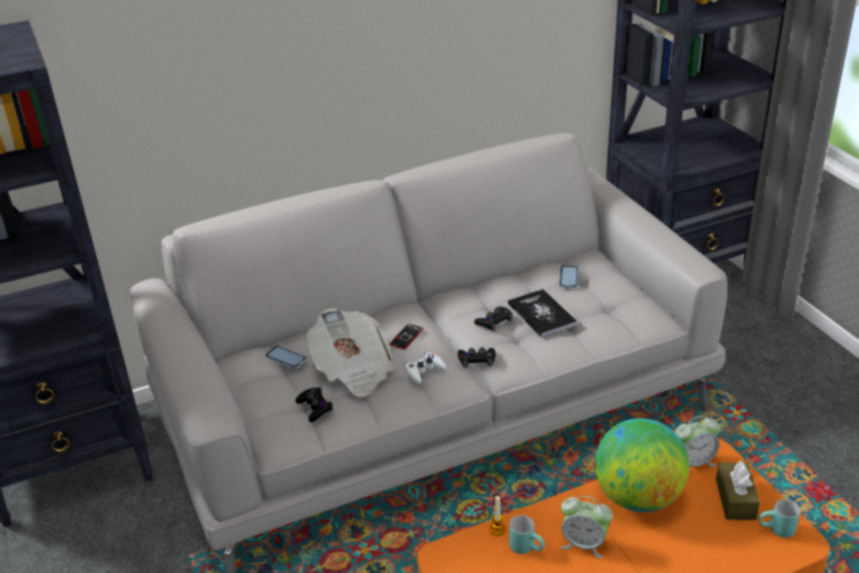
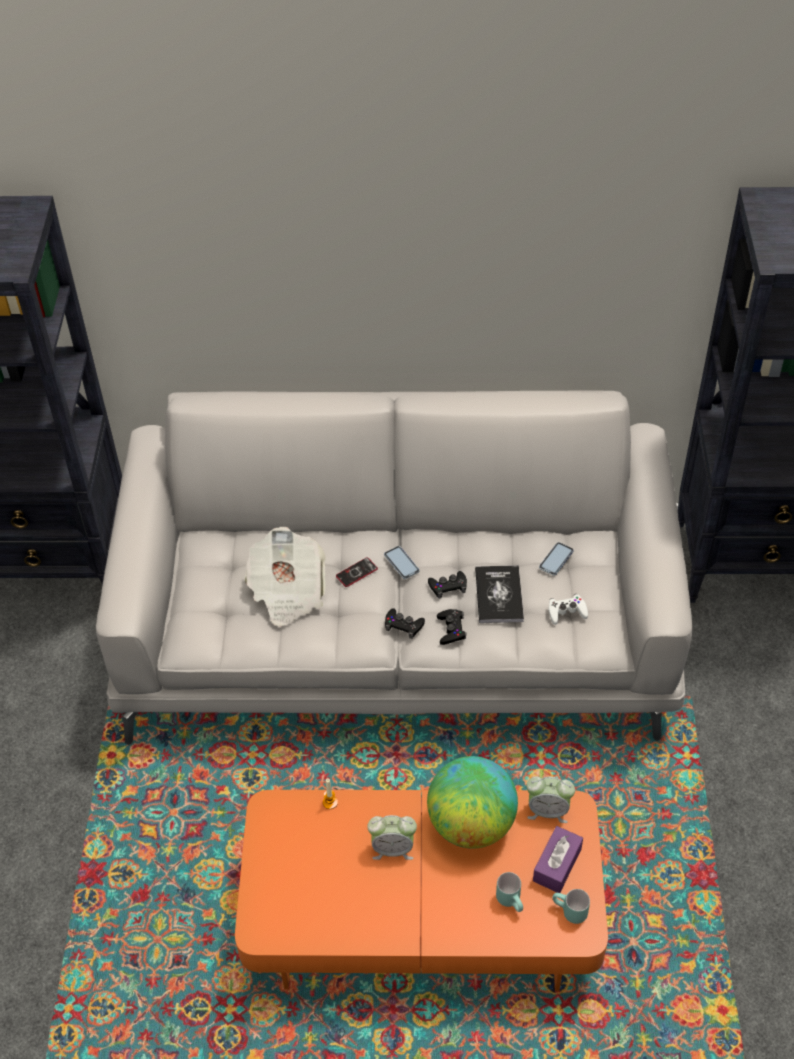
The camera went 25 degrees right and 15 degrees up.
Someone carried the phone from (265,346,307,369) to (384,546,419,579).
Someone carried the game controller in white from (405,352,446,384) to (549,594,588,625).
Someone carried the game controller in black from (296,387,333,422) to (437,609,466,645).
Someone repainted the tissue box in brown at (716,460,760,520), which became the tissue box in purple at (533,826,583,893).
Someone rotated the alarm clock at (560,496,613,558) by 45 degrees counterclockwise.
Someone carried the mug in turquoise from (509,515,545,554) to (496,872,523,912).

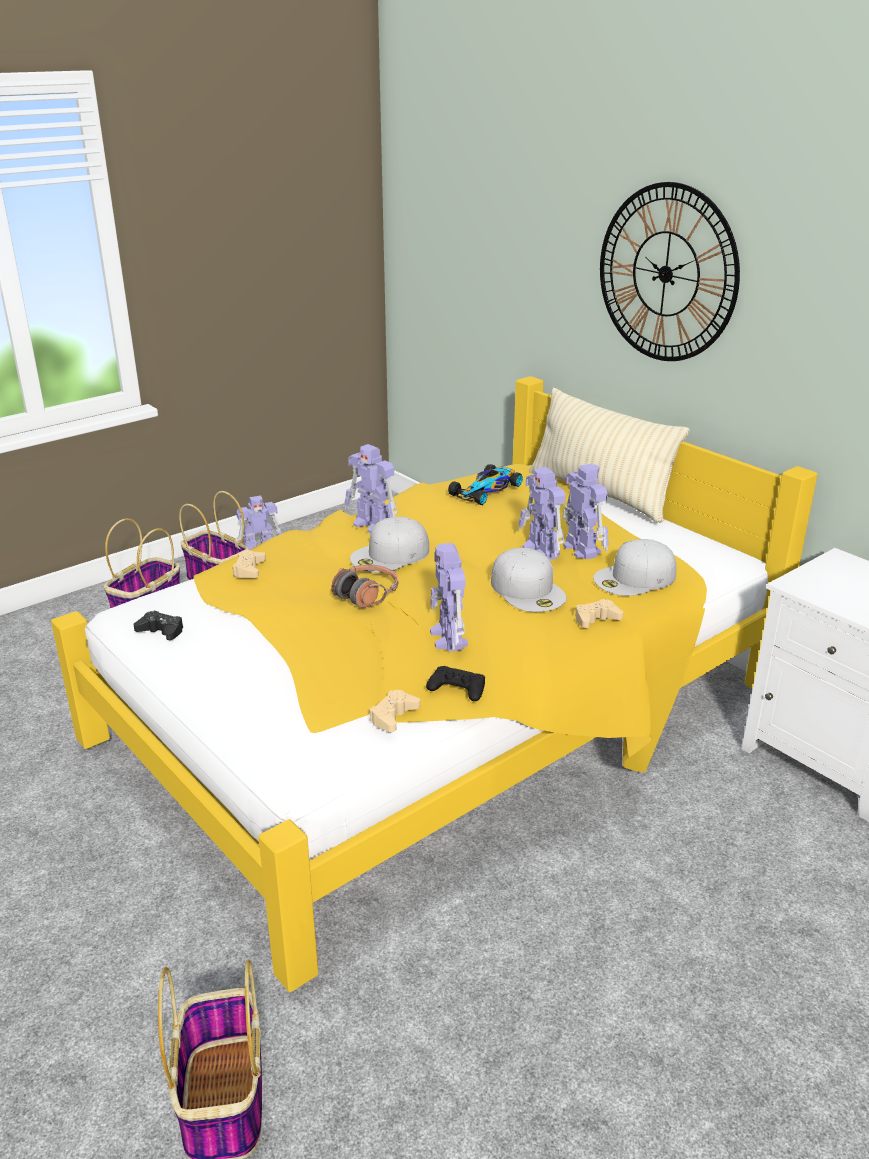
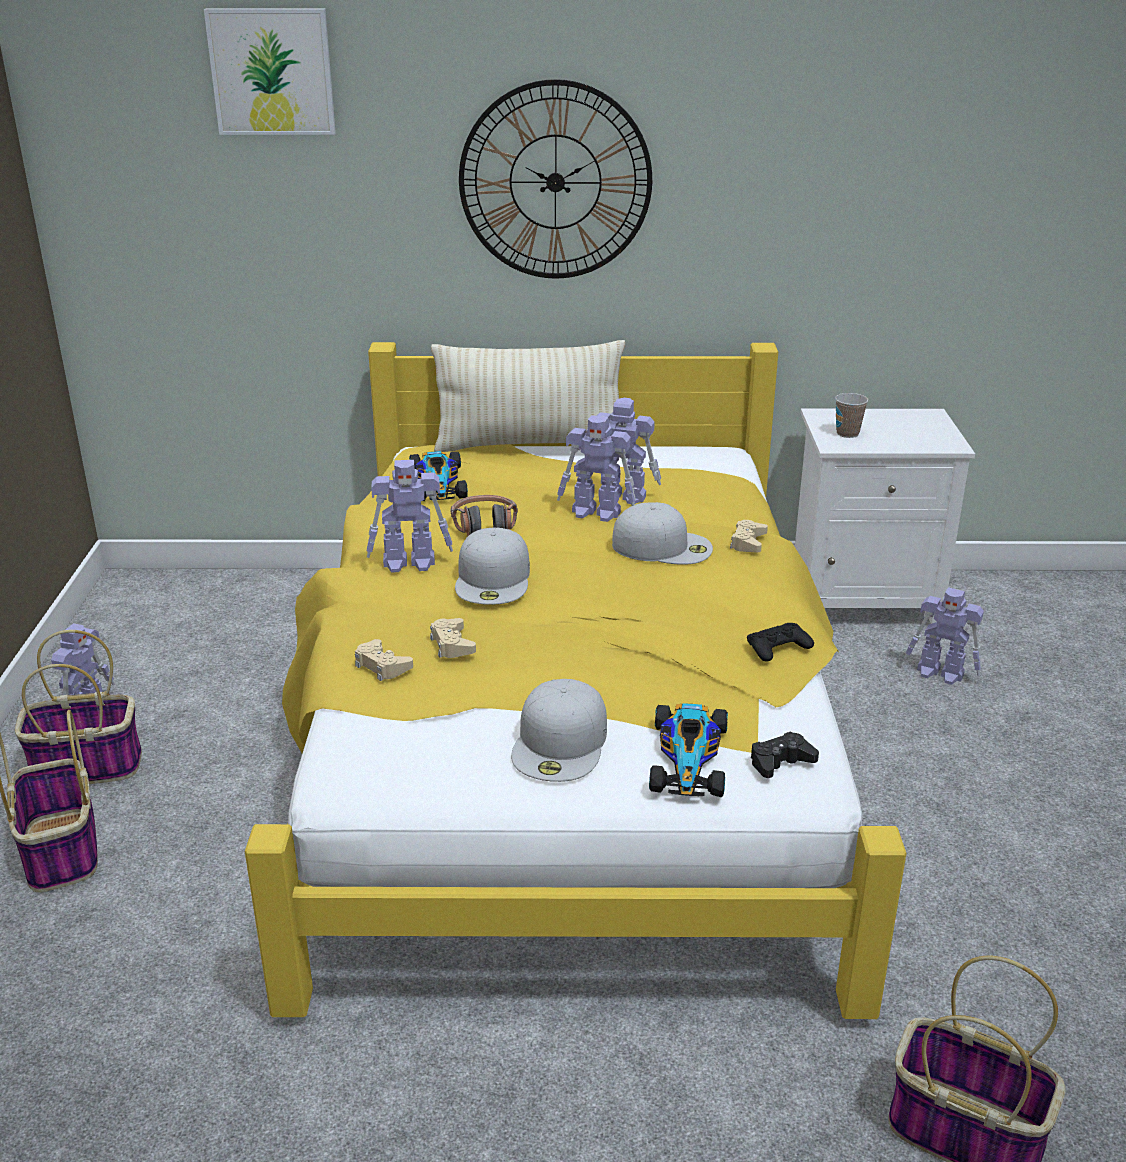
The camera went 50 degrees left and 0 degrees up.
Someone carried the cap in white from (593,539,677,596) to (511,679,607,782).
Someone carried the toy robot from (430,543,468,652) to (904,587,984,685).
Someone carried the headphones from (331,564,398,608) to (451,495,518,536).
Someone carried the game controller in black from (133,611,183,640) to (751,731,819,778).
Someone carried the game controller in beige from (369,690,420,732) to (430,618,476,658).
Someone put up the picture at (204,9,336,135).
Someone put down the cup at (835,393,868,438).
Someone put down the toy car at (649,703,728,797).

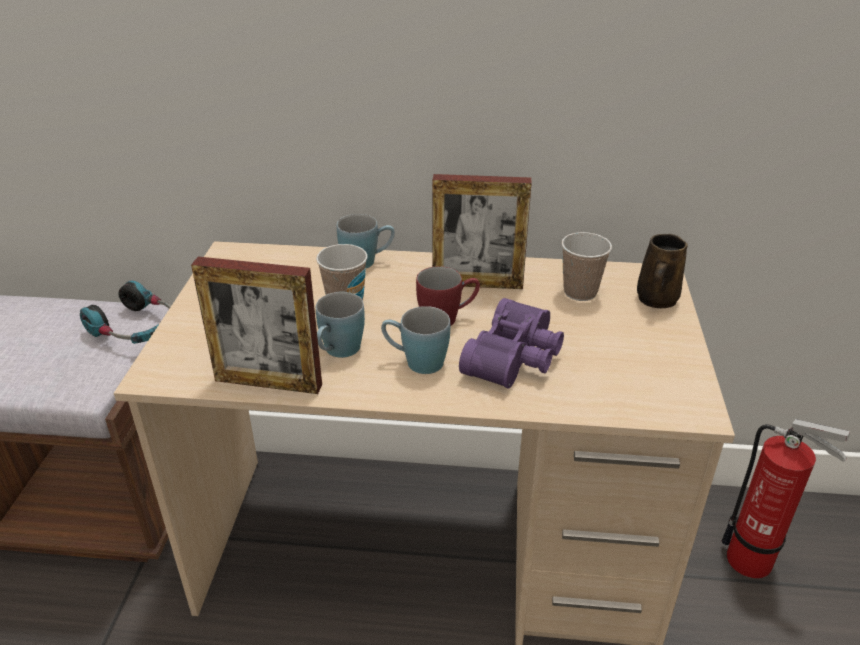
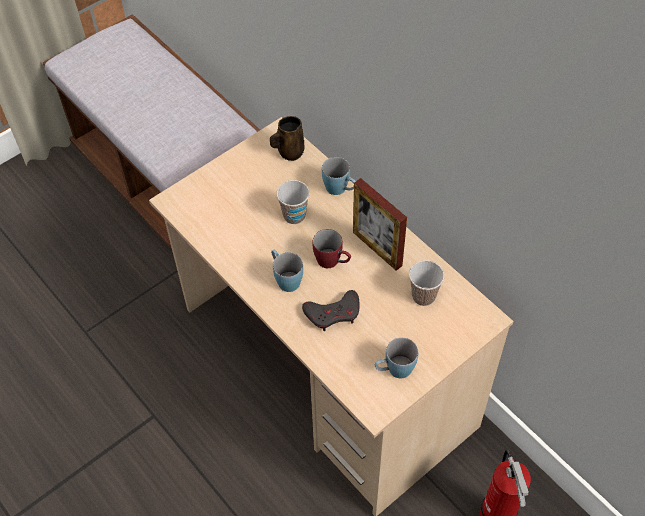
The camera went 45 degrees right and 20 degrees up.
Someone carried the mug in brown from (637,234,688,308) to (270,116,305,161).
Someone took away the picture frame at (191,257,322,394).
Someone took away the headphones at (80,280,171,344).
Someone carried the mug in blue from (316,292,365,358) to (375,337,418,378).
Someone swapped the binoculars in purple at (459,298,564,389) for the game controller in grey at (302,290,360,331).

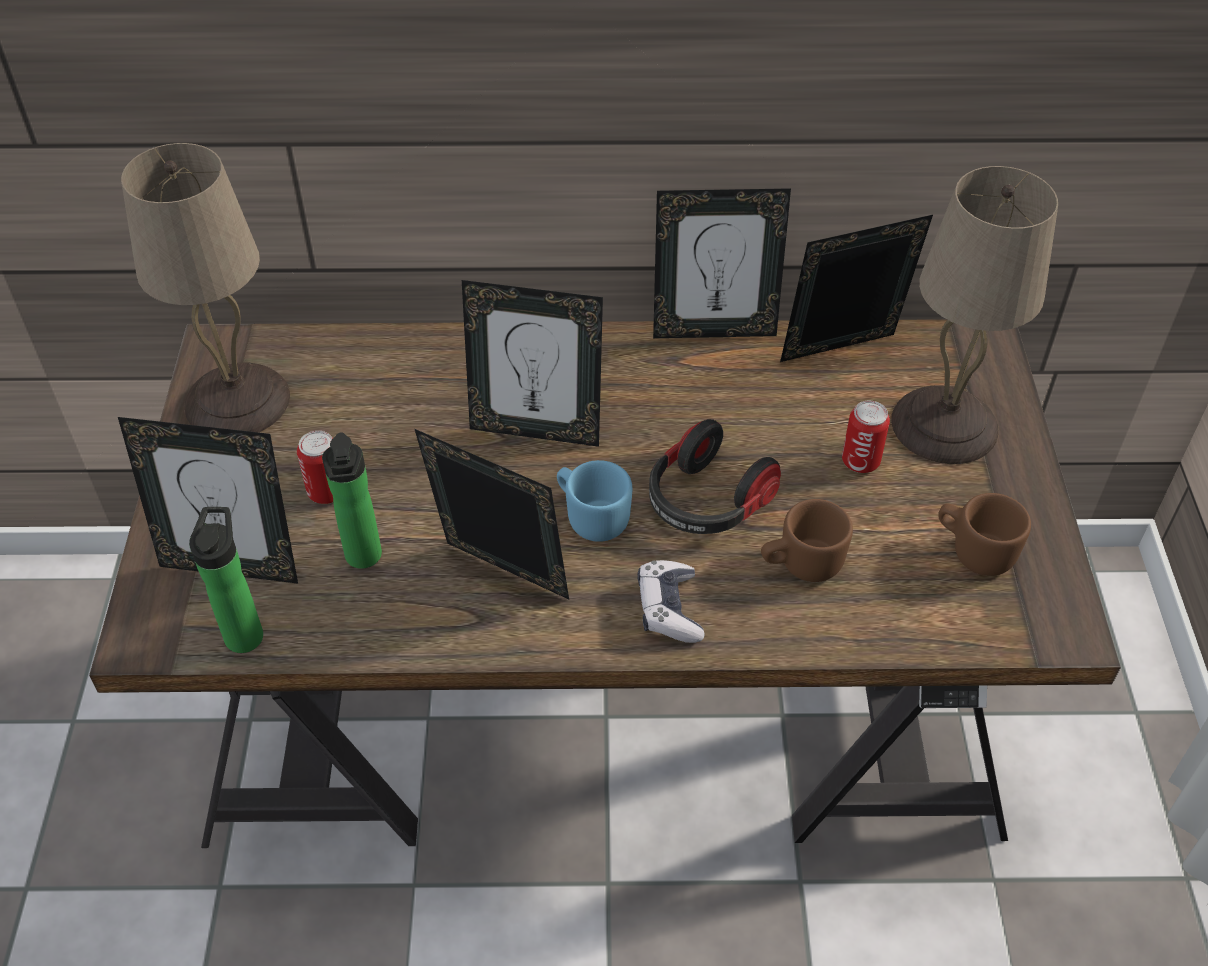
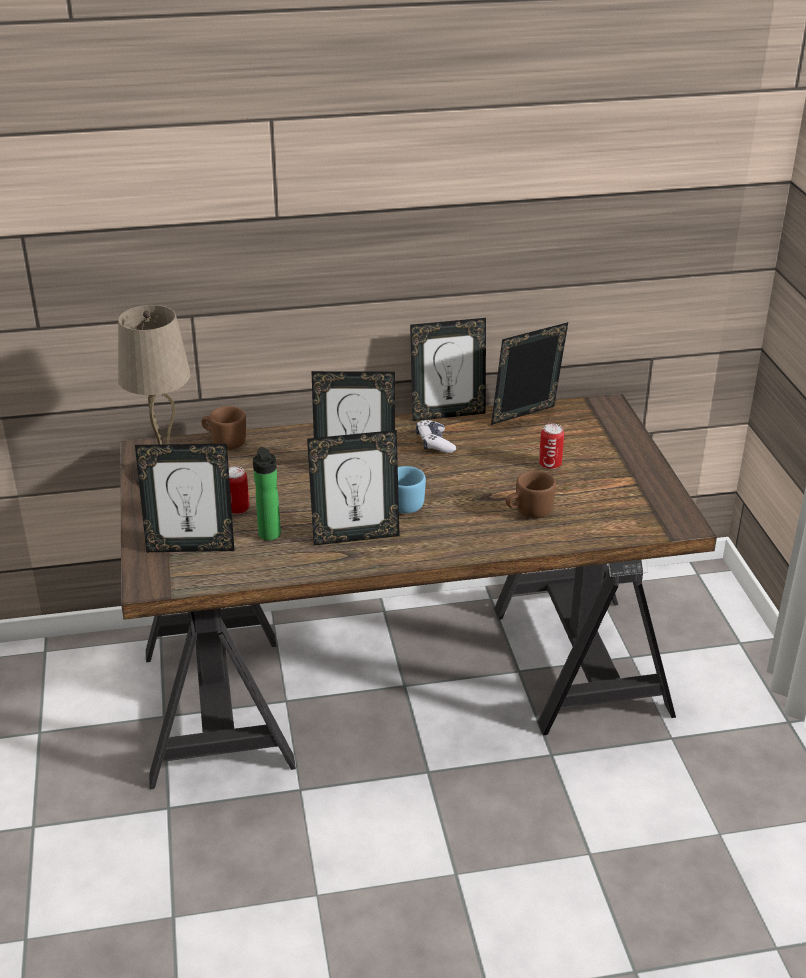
The camera went 10 degrees left and 15 degrees down.
Someone took away the table lamp in beige at (891,166,1058,464).
Someone took away the headphones at (649,419,781,534).
Someone rotated the picture frame at (415,429,569,599) by 150 degrees clockwise.
Someone carried the mug in brown from (938,493,1031,576) to (201,406,246,450).
Someone took away the bottle at (189,507,263,653).
Someone carried the game controller from (637,560,705,643) to (416,420,456,453).

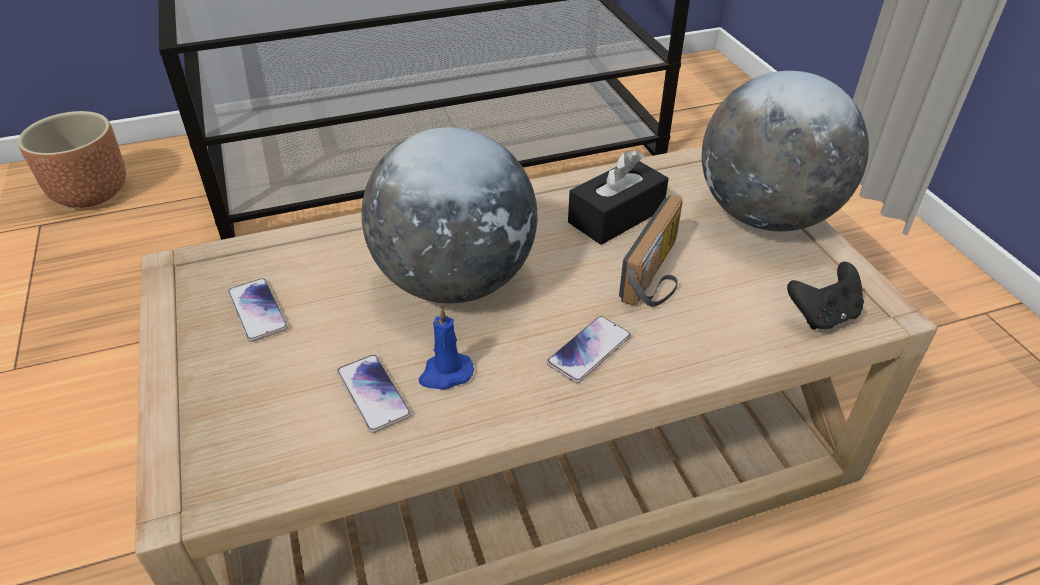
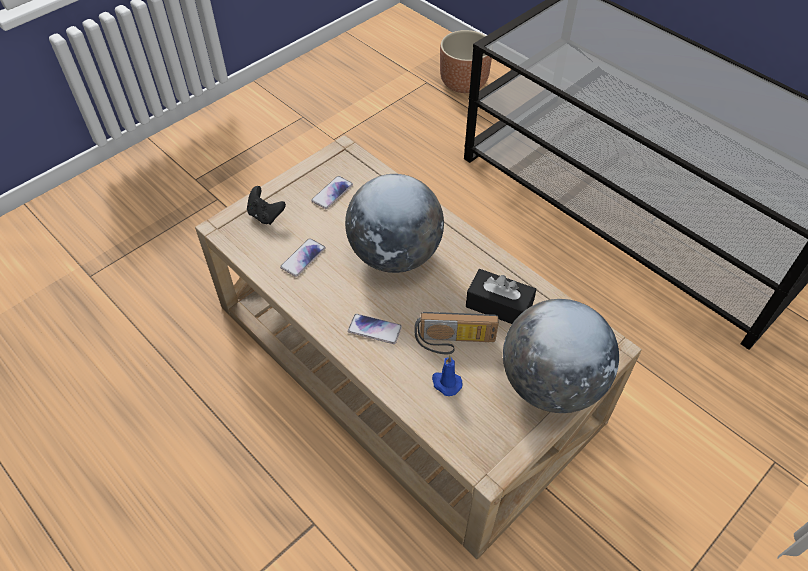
The camera went 65 degrees right and 10 degrees up.
Someone carried the game controller in black from (787,262,864,330) to (247,186,286,225).
Someone carried the candle in blue from (419,307,474,389) to (432,356,462,396).

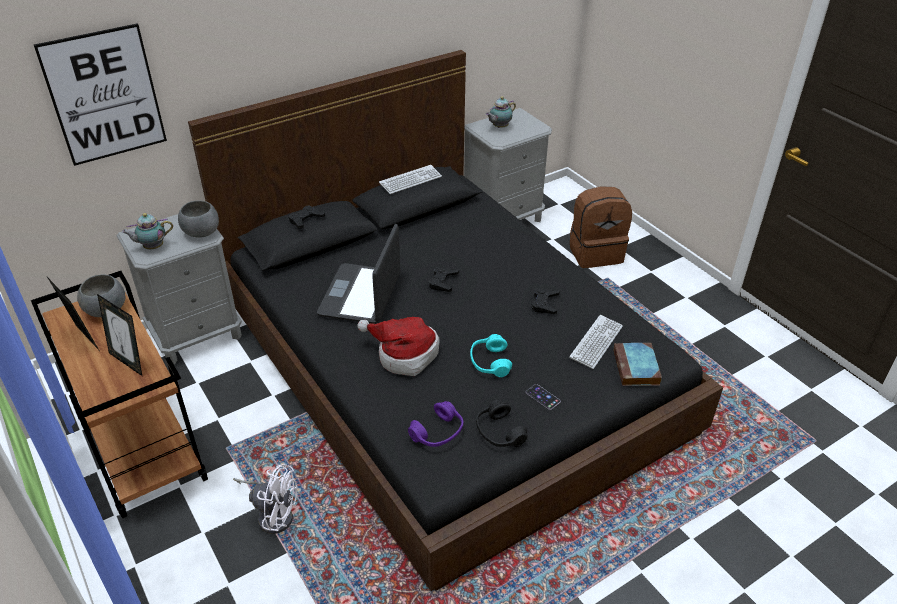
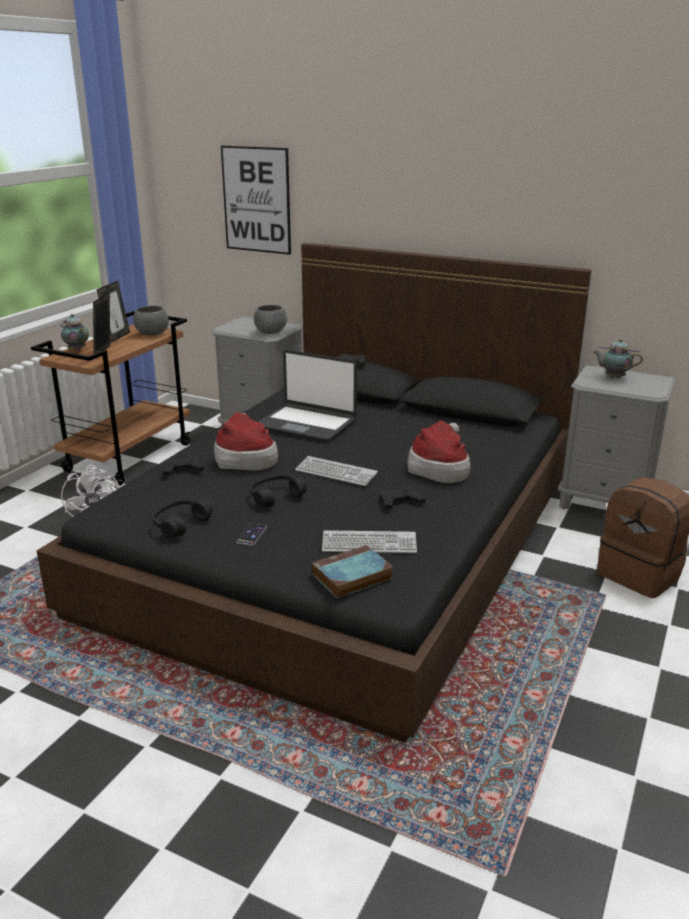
The camera went 60 degrees right and 15 degrees down.
Someone carried the keyboard from (379,165,442,194) to (295,456,378,486).
Someone carried the teapot from (122,213,173,249) to (60,314,89,351).
Someone rotated the laptop at (317,224,401,324) by 135 degrees counterclockwise.
Someone carried the game controller in black from (429,267,459,292) to (162,456,204,476).
Someone repainted the headphones in turquoise at (470,334,512,377), which became the headphones in black at (250,475,307,507).
Someone took away the headphones in purple at (408,401,463,447).
Someone put down the hat at (407,420,471,483).

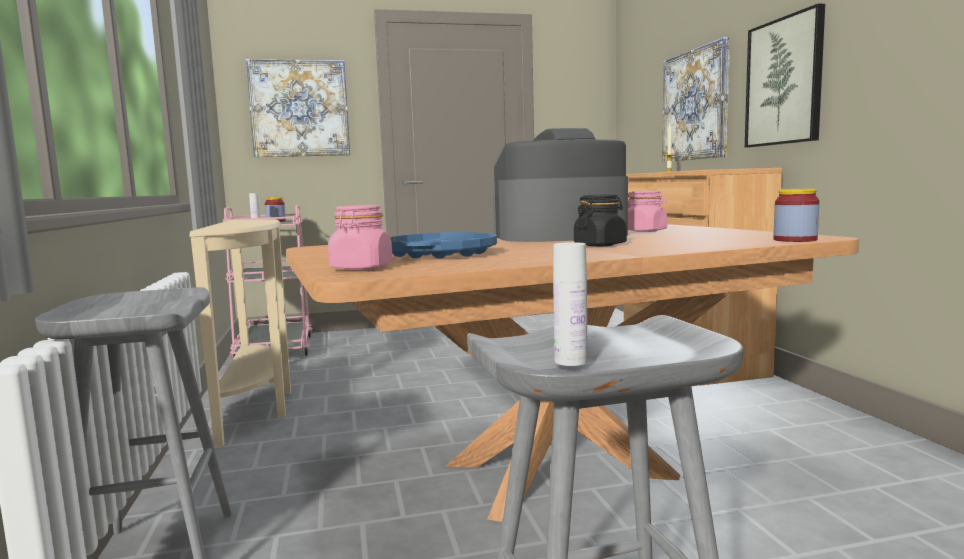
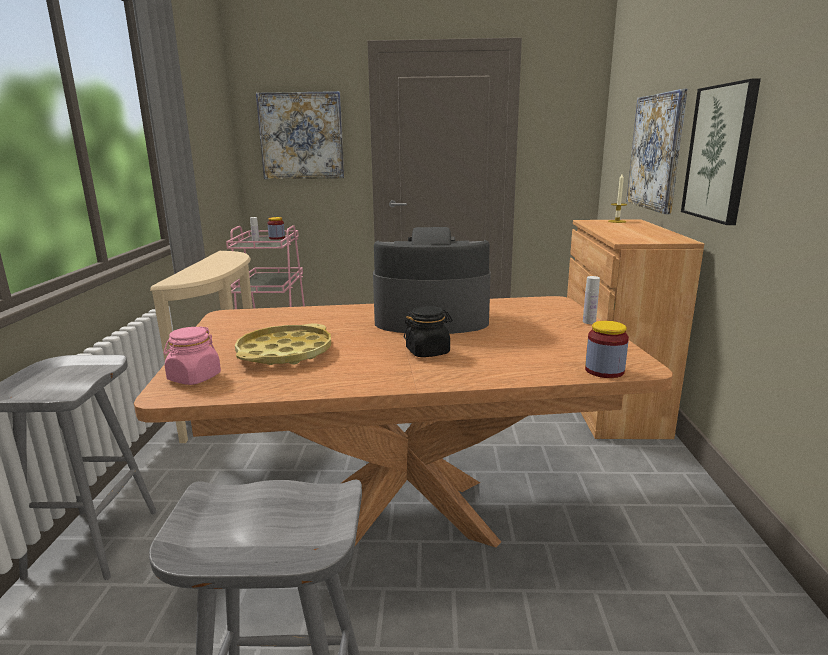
The camera went 15 degrees right and 10 degrees up.
Someone took away the jar in pink at (628,191,668,232).
Someone repainted the tray in blue at (390,232,497,259), which became the tray in yellow at (235,324,331,365).
Someone carried the bottle in white from (553,242,587,366) to (583,276,600,324).

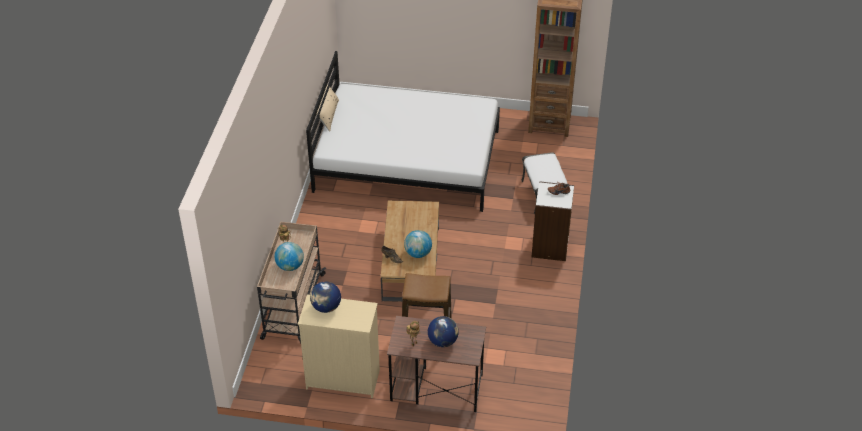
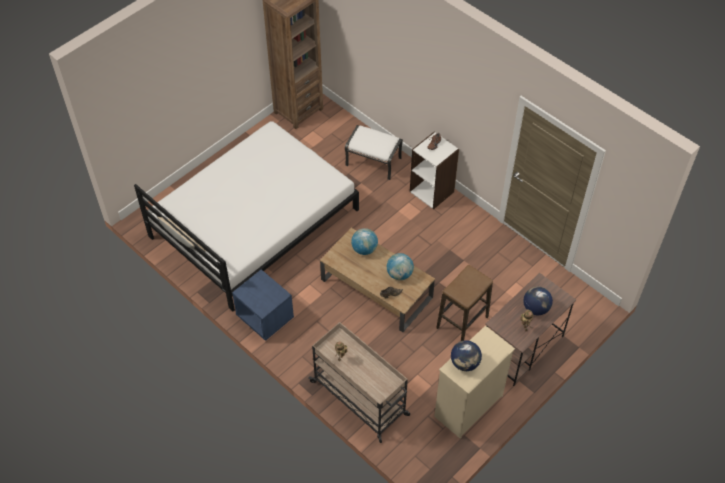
The camera went 55 degrees left and 10 degrees up.
Someone carried the globe from (275,242,304,271) to (351,228,378,255).
Someone put down the nightstand in blue at (232,269,294,341).

